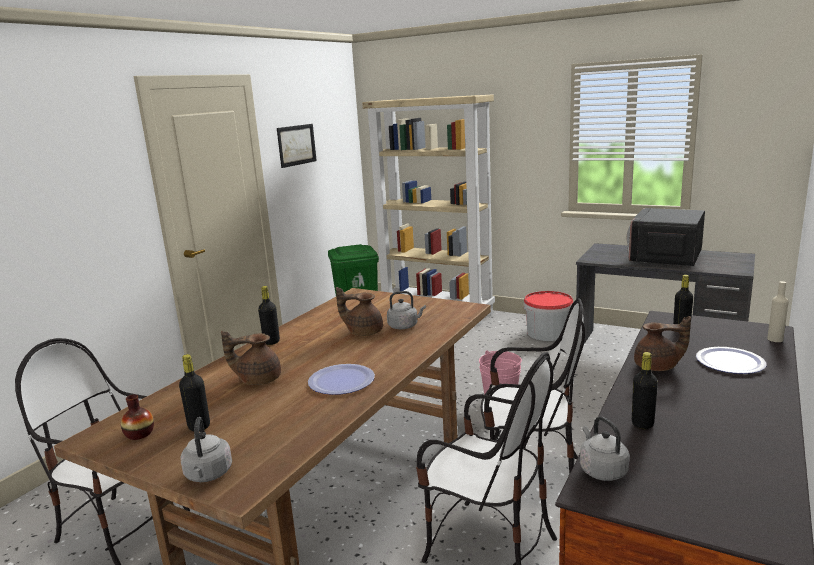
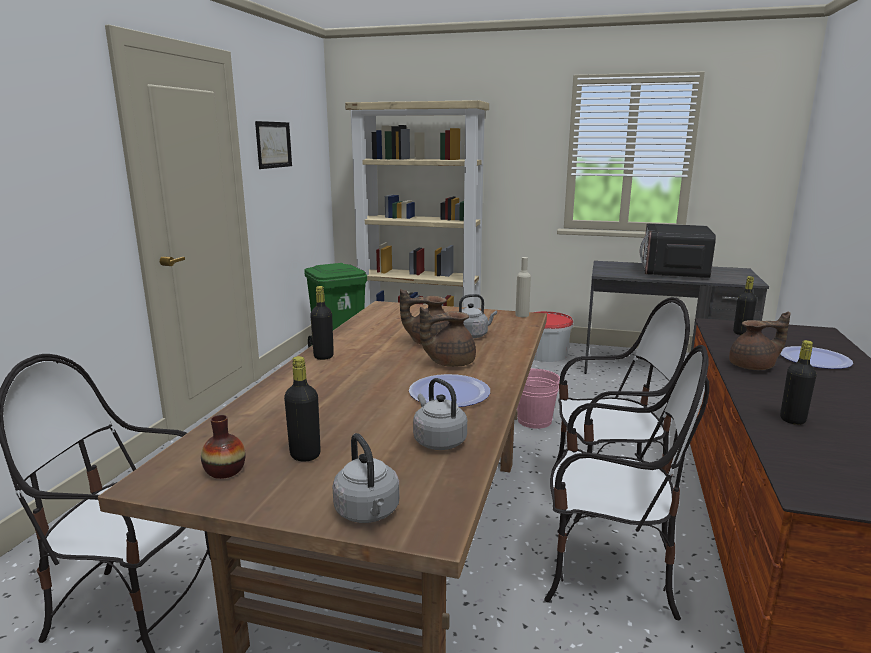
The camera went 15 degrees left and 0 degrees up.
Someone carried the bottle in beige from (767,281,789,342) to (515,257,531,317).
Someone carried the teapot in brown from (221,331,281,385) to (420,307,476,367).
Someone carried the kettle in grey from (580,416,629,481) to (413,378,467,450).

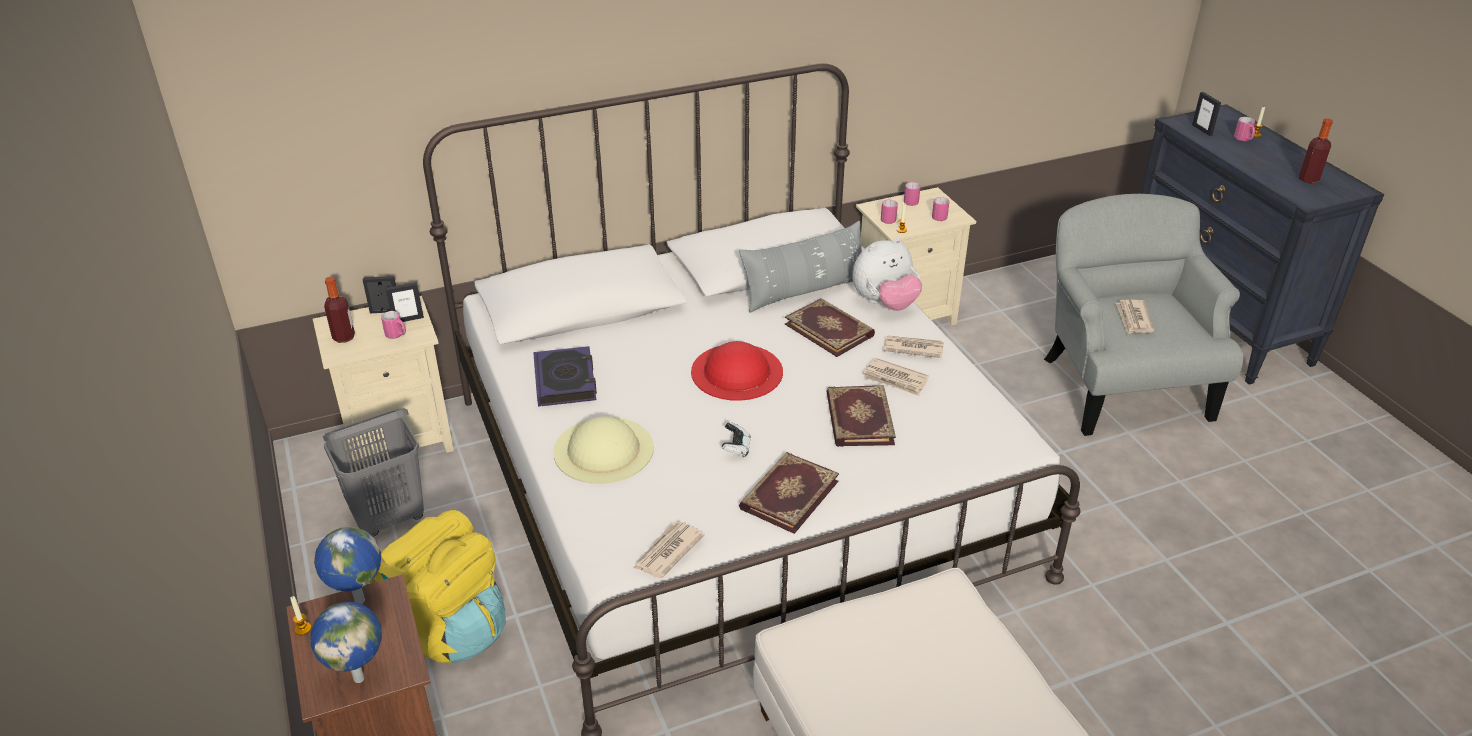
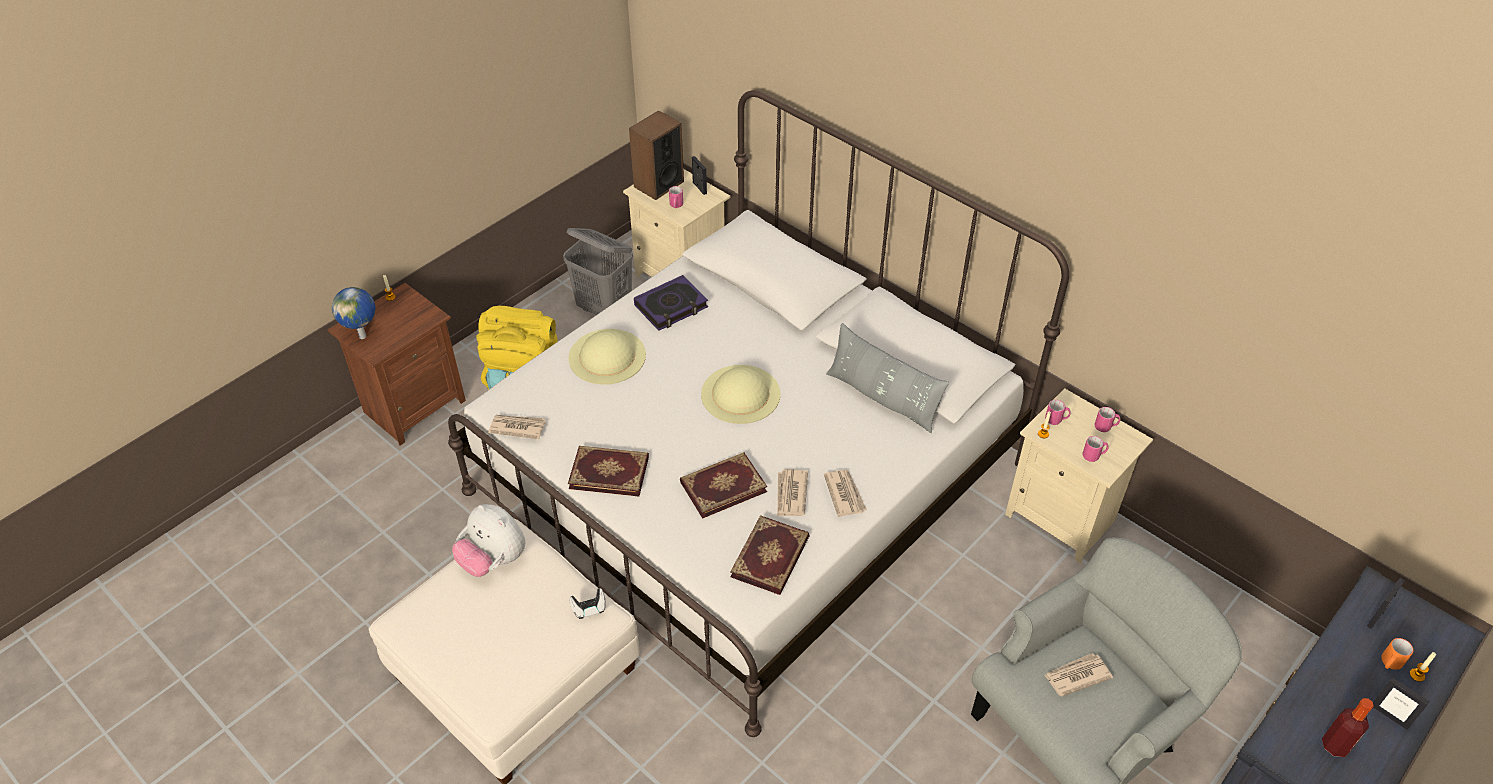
The camera went 65 degrees right and 10 degrees up.
Someone repainted the mug in pink at (1234,117,1255,141), which became the mug in orange at (1381,638,1414,670).
Someone carried the plush toy from (852,238,922,311) to (452,504,525,577).
Someone swapped the bottle at (324,277,355,343) for the speaker at (629,110,684,200).
Someone carried the picture frame from (386,282,424,322) to (1373,677,1430,730).
Someone carried the book from (785,298,875,357) to (730,515,810,595).
Someone repainted the hat in red at (691,341,783,401), which became the hat in beige at (701,365,781,424).
Someone carried the game controller from (722,422,750,457) to (569,588,605,619).
Someone took away the globe at (314,527,381,604).

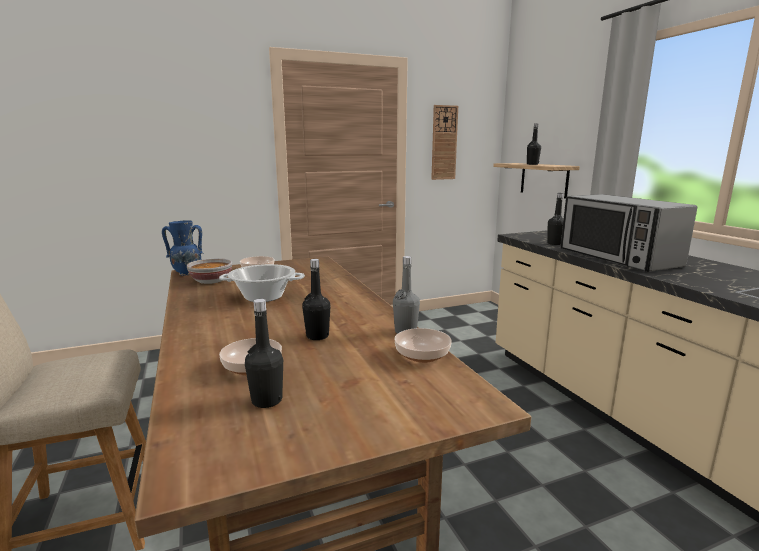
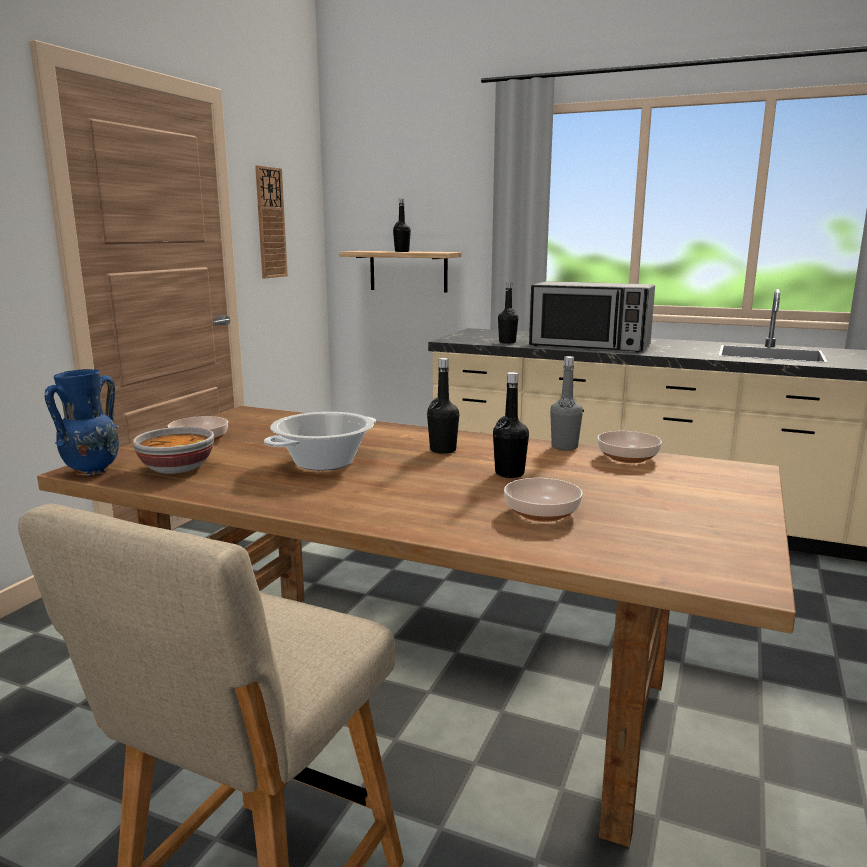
The camera went 45 degrees left and 0 degrees up.
Someone carried the bottle in black from (245,299,283,408) to (427,358,459,454).

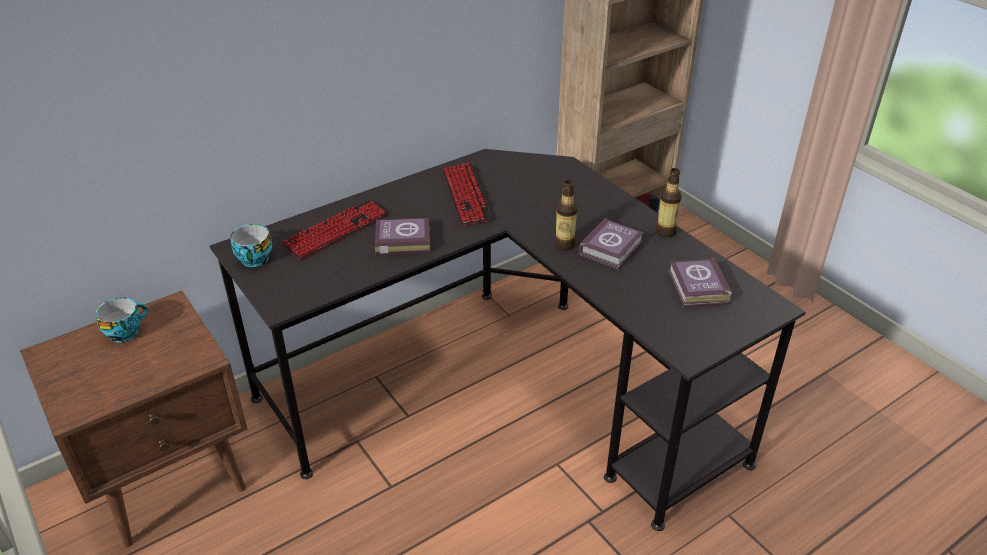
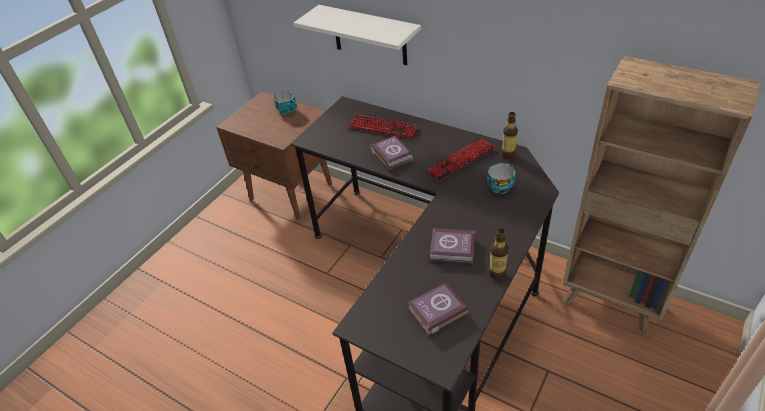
The camera went 70 degrees right and 5 degrees up.
Someone carried the bottle from (554,180,578,250) to (501,112,518,159).
Someone carried the cup from (230,224,272,267) to (487,163,515,194).
Someone put up the shelf in white at (294,5,421,66).

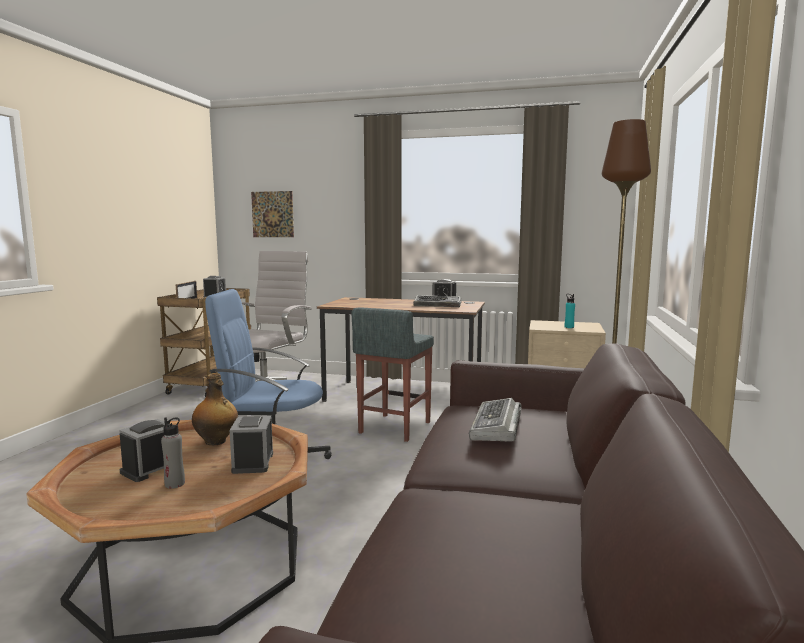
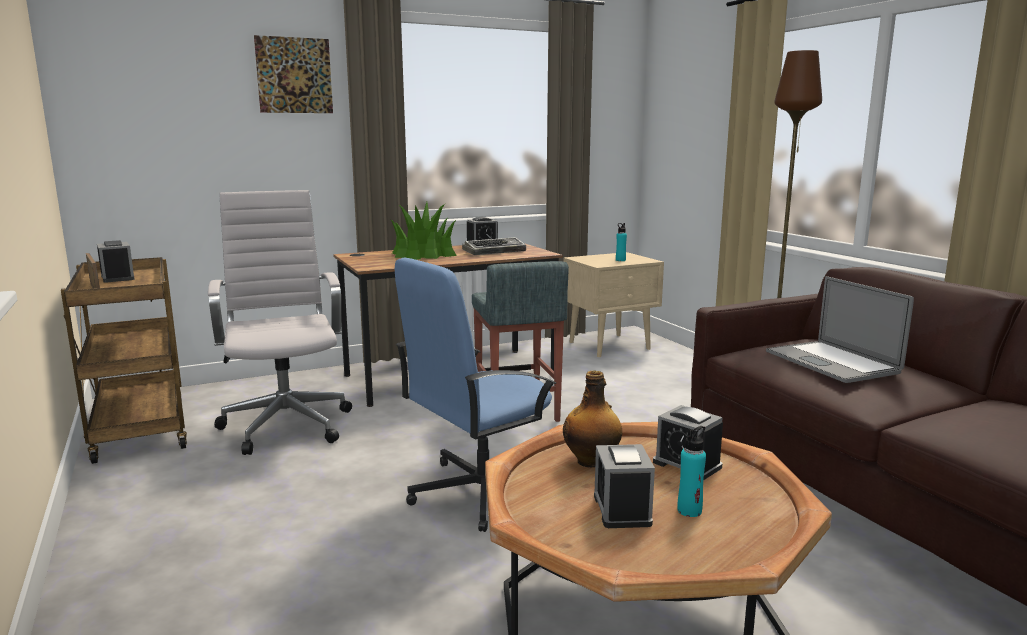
The camera went 40 degrees left and 5 degrees up.
Someone carried the picture from (251,191,294,237) to (254,35,333,113).
Someone swapped the keyboard at (469,398,522,442) for the laptop at (766,276,914,383).
Someone repainted the bottle in grey at (161,417,185,489), which became the bottle in turquoise at (677,426,706,517).
Someone put down the potted plant at (390,202,457,260).

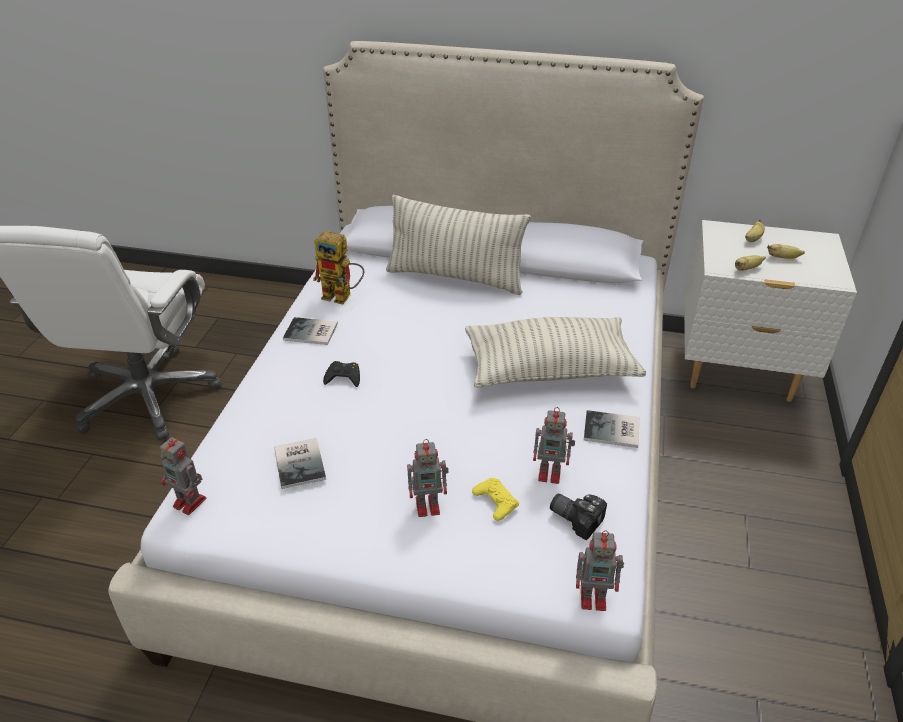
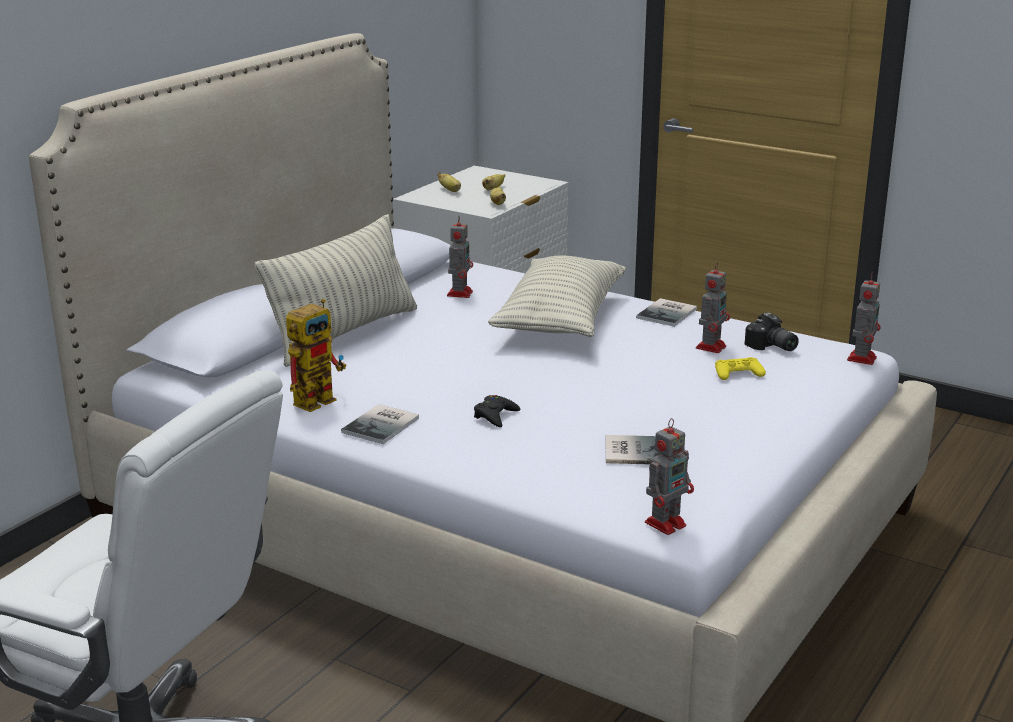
The camera went 70 degrees left and 15 degrees down.
Someone carried the toy robot from (407,439,449,517) to (447,216,473,298).
Someone rotated the photo camera at (550,493,607,540) by 90 degrees counterclockwise.

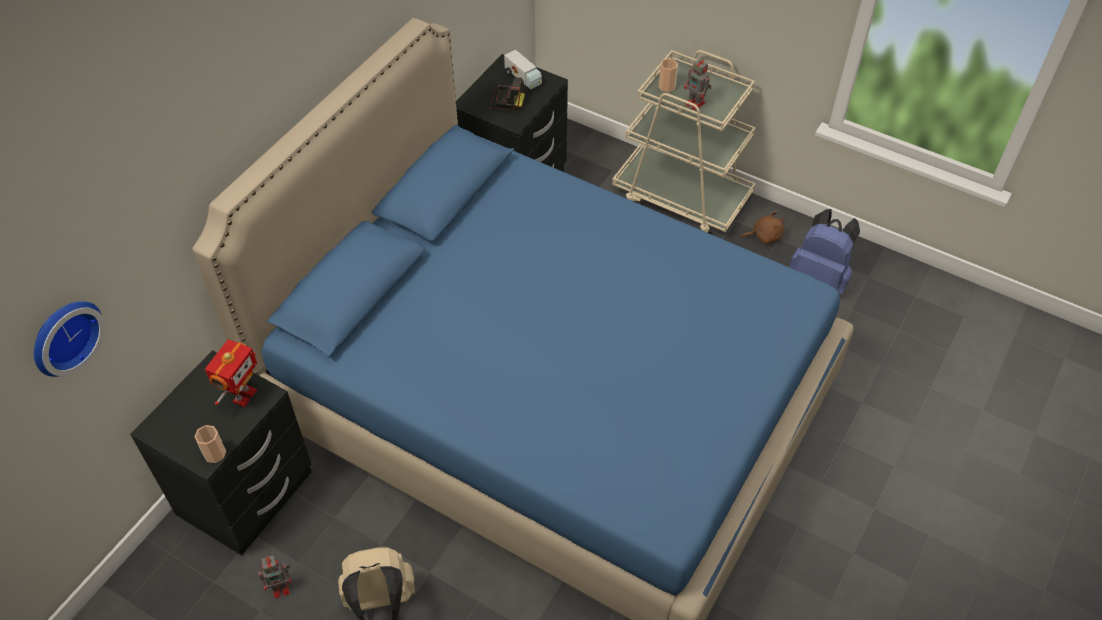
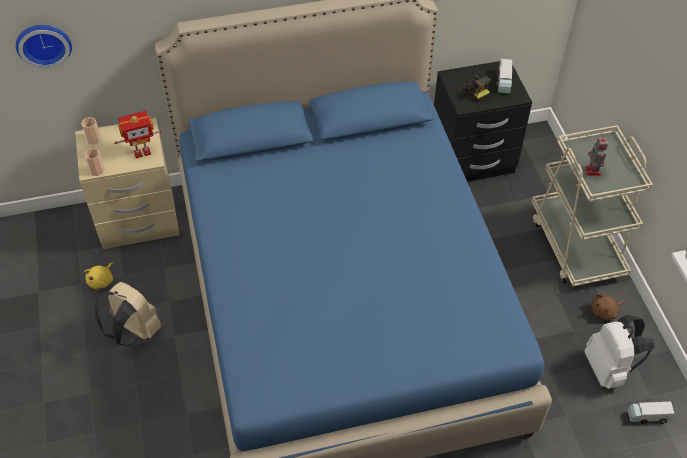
The camera went 45 degrees right and 0 degrees up.
Someone carried the cup from (658,58,678,92) to (81,117,101,145).
Someone repainted the backpack in blue at (789,209,860,294), which became the backpack in white at (584,315,655,389).
Someone rotated the plush toy in brown at (741,211,785,244) by 120 degrees clockwise.
Someone repainted the nightstand in black at (130,350,312,555), which became the nightstand in beige at (75,118,180,249).
Someone swapped the toy robot at (258,555,292,599) for the plush toy in yellow at (84,263,113,289).
Someone put down the toy truck at (628,402,675,424).

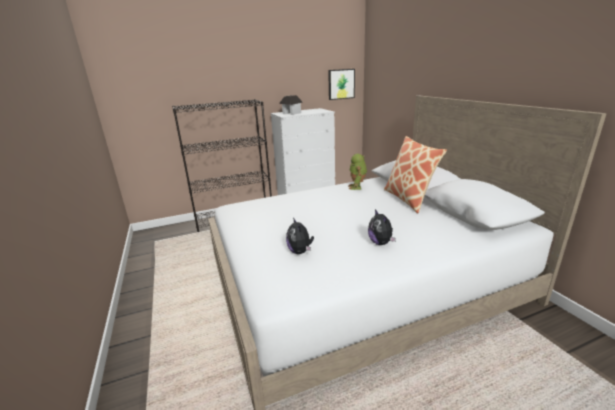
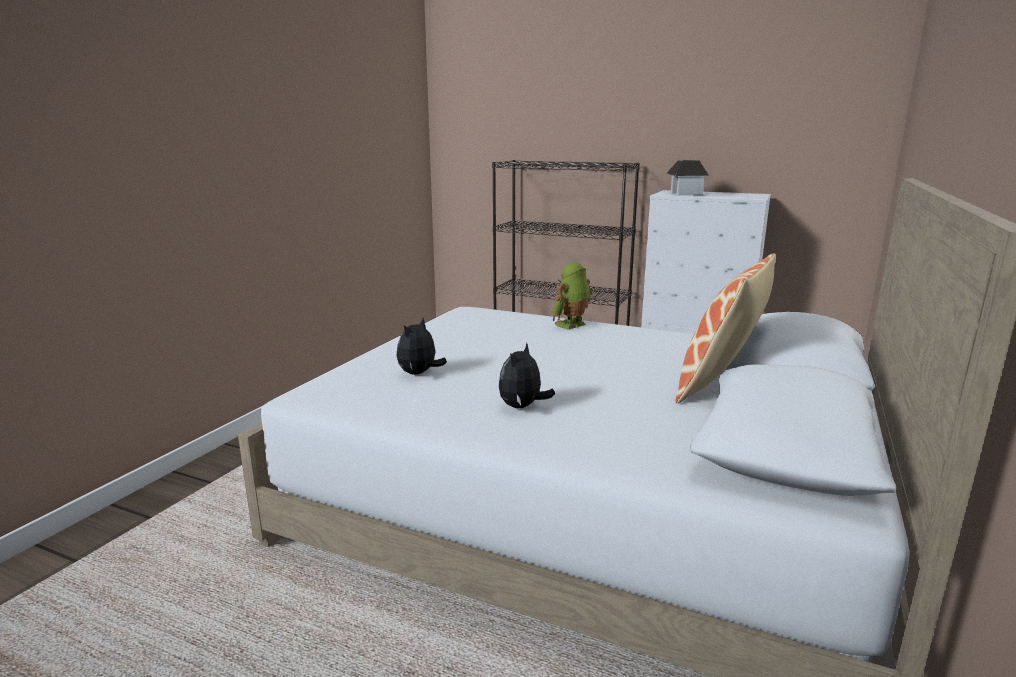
The camera went 45 degrees right and 5 degrees down.
Someone took away the picture at (328,69,355,100).
Someone carried the toy robot from (348,154,367,190) to (551,262,592,330).

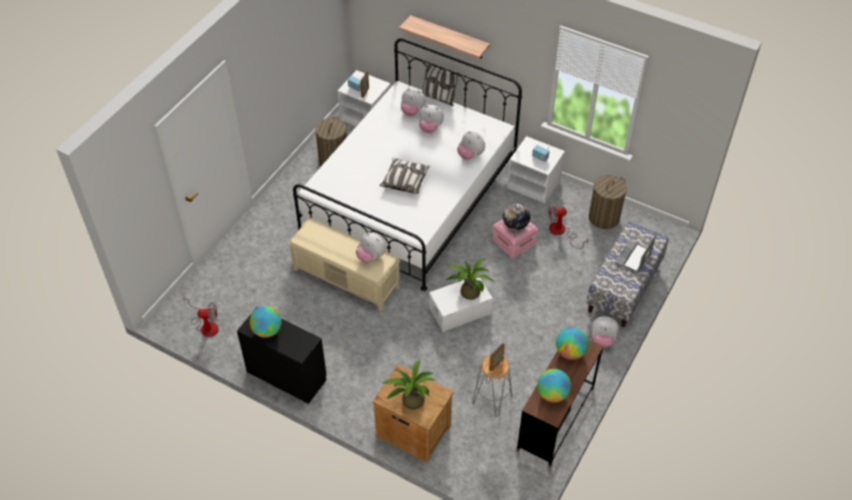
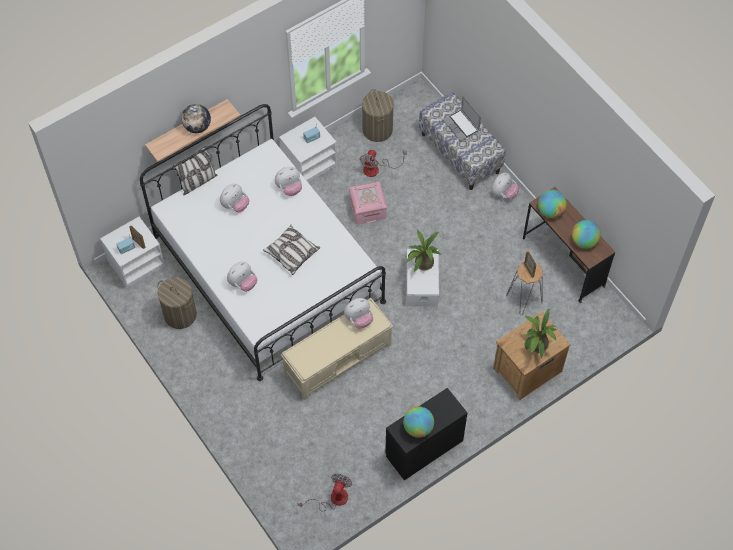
The camera went 65 degrees left and 10 degrees up.
Someone carried the plush toy from (401,88,426,116) to (227,262,257,292).
Someone carried the globe from (503,202,531,230) to (181,104,211,133).

